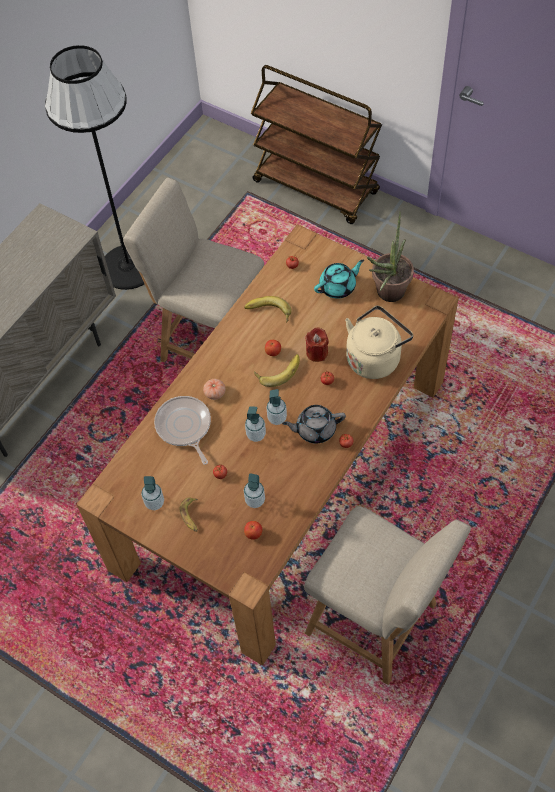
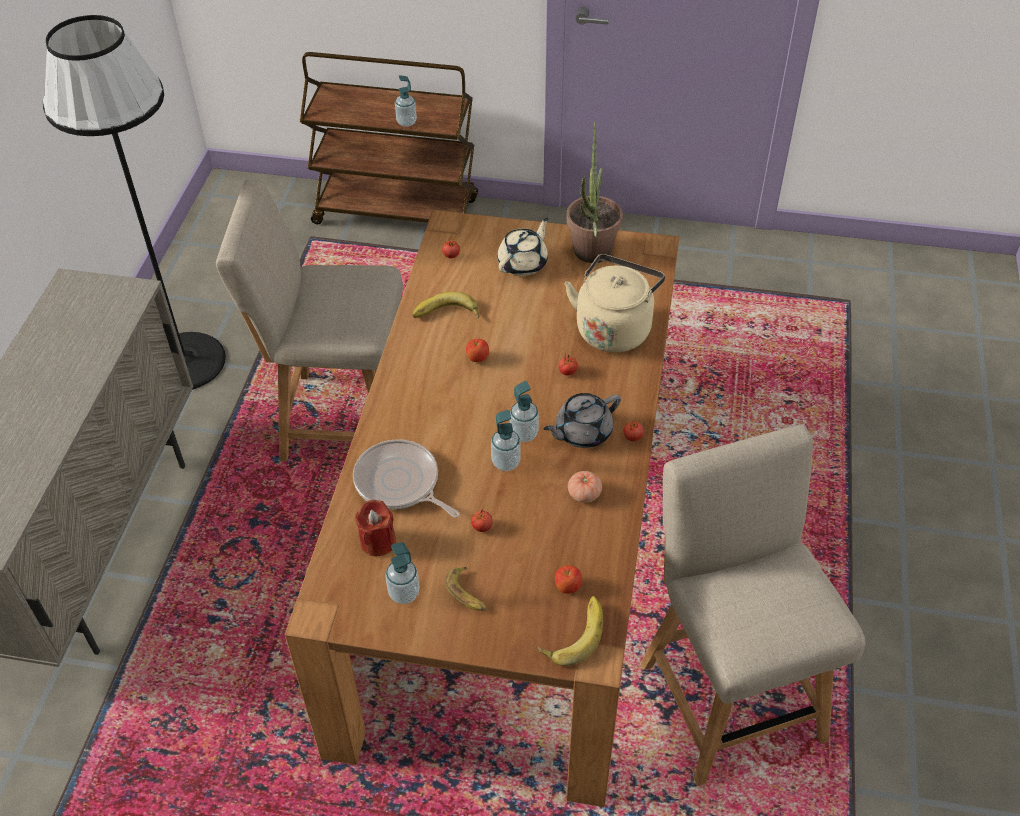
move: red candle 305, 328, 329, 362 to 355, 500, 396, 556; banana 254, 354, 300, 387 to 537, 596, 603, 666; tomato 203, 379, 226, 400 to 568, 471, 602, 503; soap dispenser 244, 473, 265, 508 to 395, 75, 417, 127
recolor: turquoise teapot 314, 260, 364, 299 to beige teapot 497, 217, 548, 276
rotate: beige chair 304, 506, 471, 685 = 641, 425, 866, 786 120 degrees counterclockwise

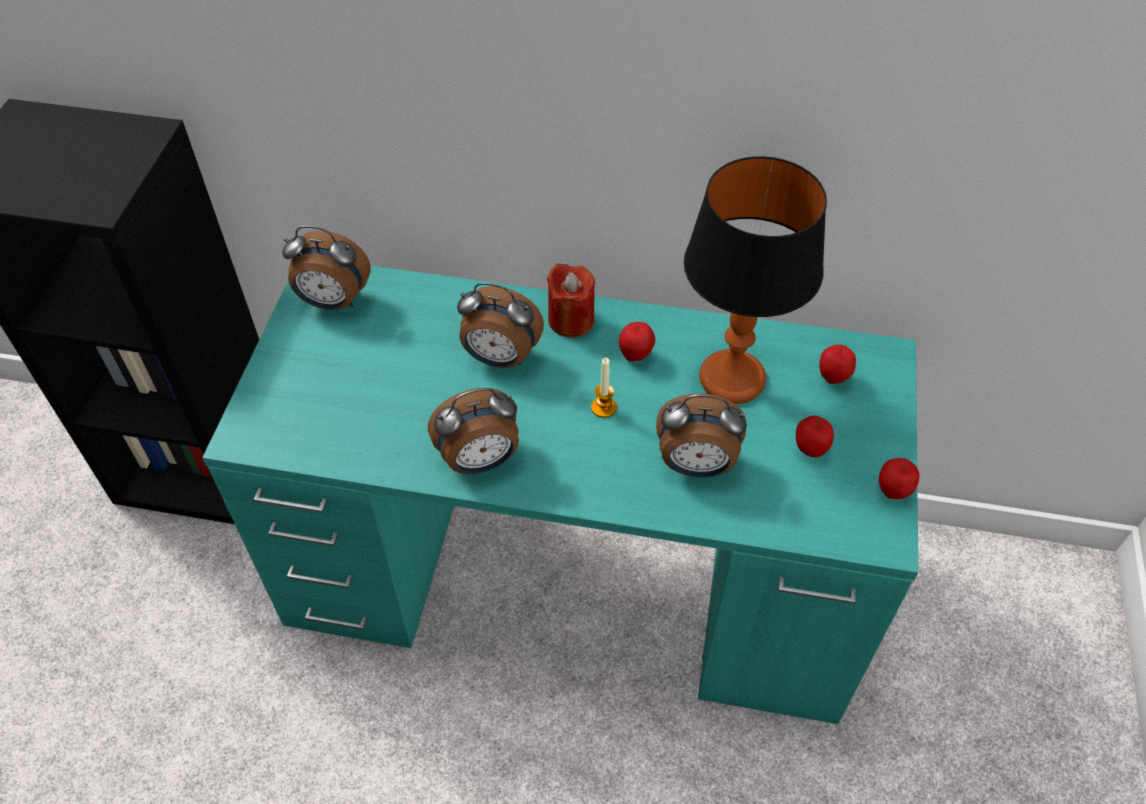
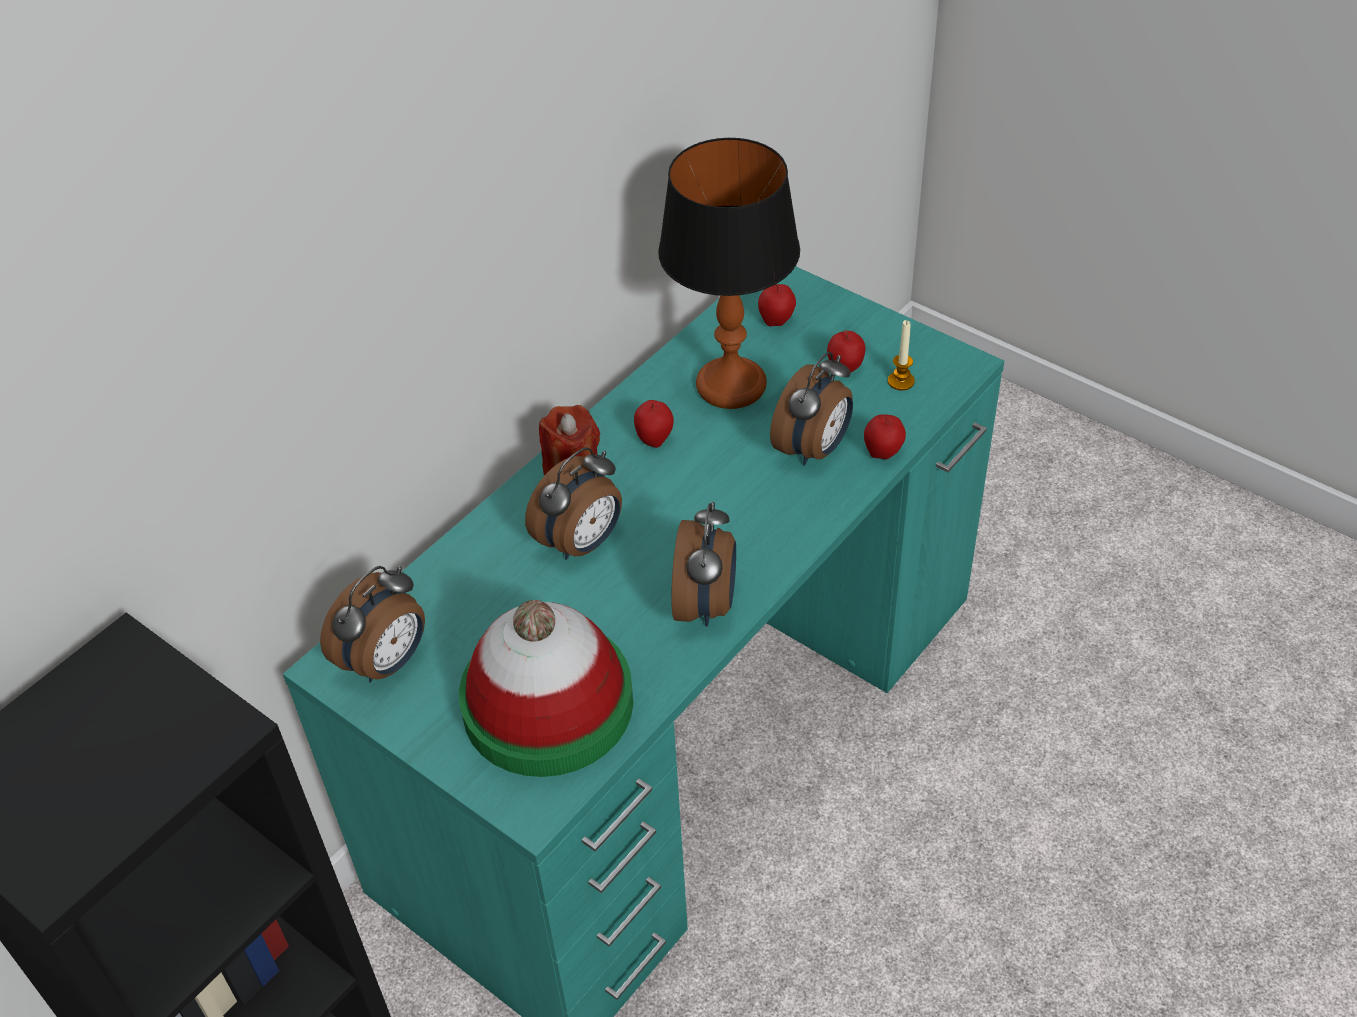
insert: hat 459, 600, 633, 777
move: candle 591, 357, 617, 418 to 888, 320, 915, 390; apple 879, 458, 920, 499 to 864, 414, 906, 459

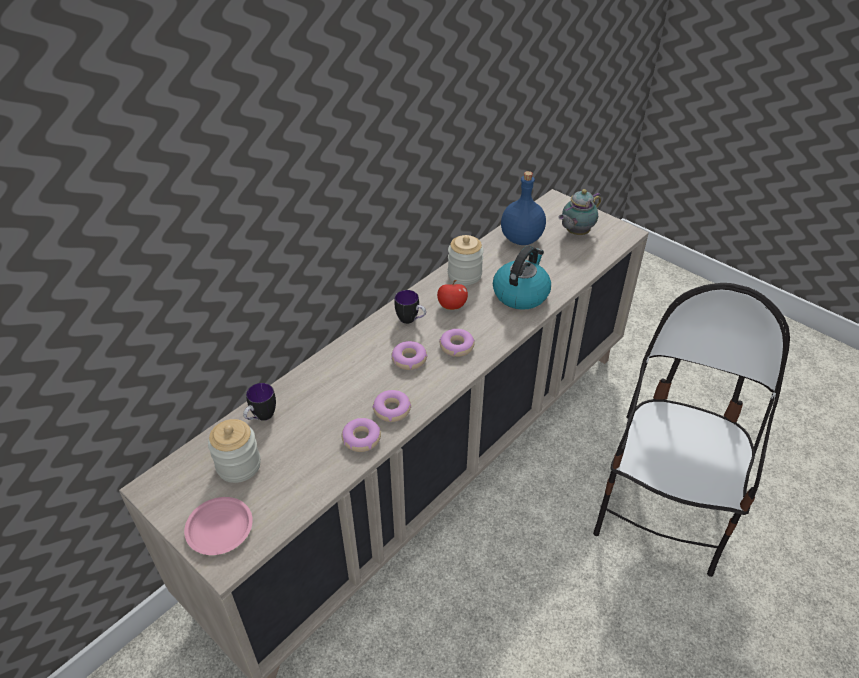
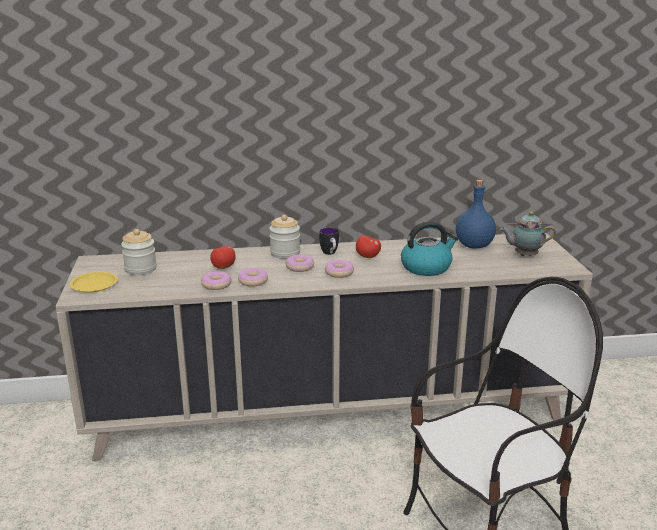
delete: mug 243, 383, 276, 421
insert: apple 210, 243, 236, 269
move: jar 448, 235, 484, 285 to 269, 215, 300, 259
recolor: pink plate 184, 497, 253, 555 to yellow plate 70, 272, 118, 292

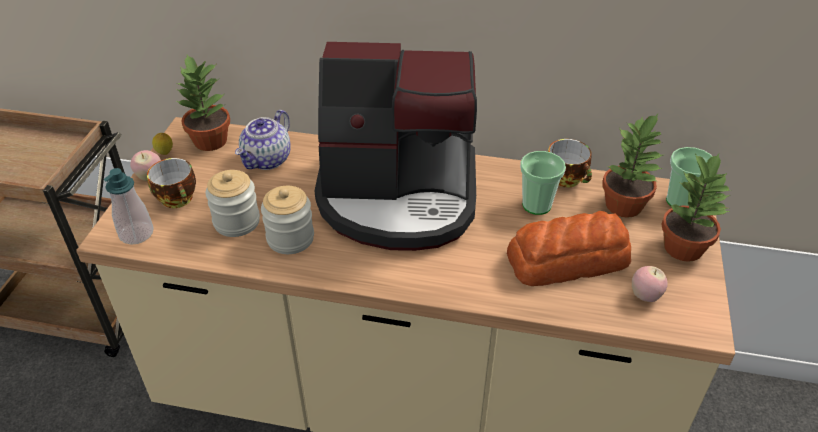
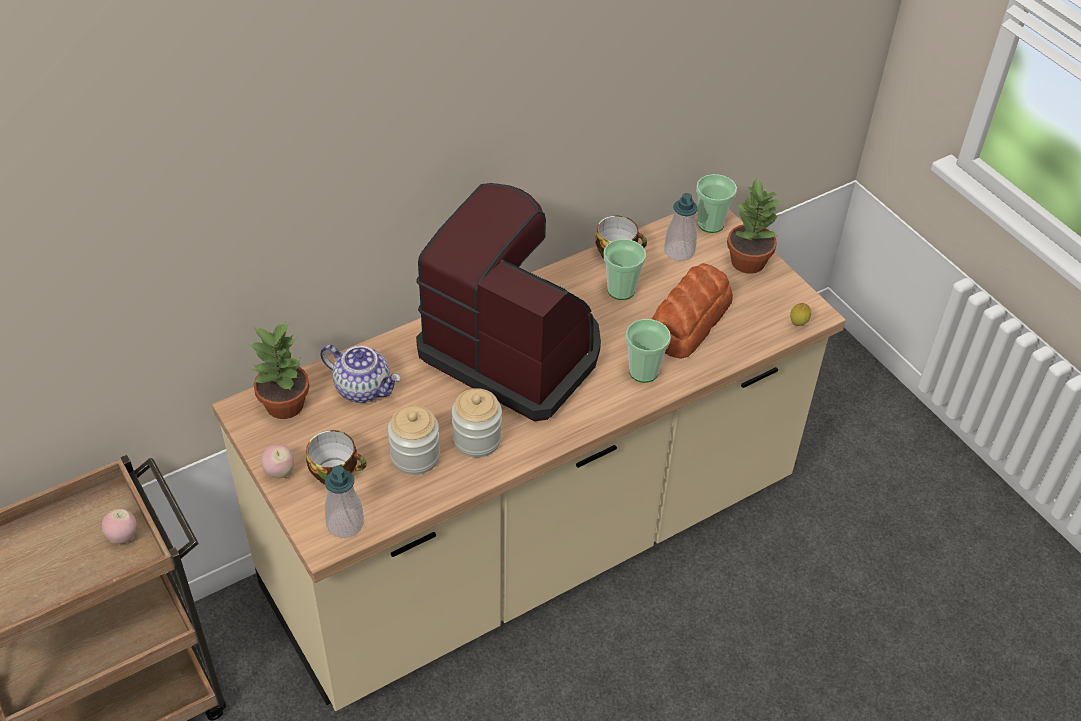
insert: cup 626, 319, 671, 383
move: lemon 152, 133, 173, 155 to 790, 303, 811, 326; apple 632, 266, 668, 302 to 102, 509, 137, 544
replace: potted plant 602, 114, 663, 218 to soap dispenser 664, 193, 697, 261
rotate: coffee machine 315, 42, 477, 251 = 416, 183, 601, 421 105 degrees counterclockwise; teapot 235, 110, 291, 170 = 320, 344, 401, 403 45 degrees counterclockwise

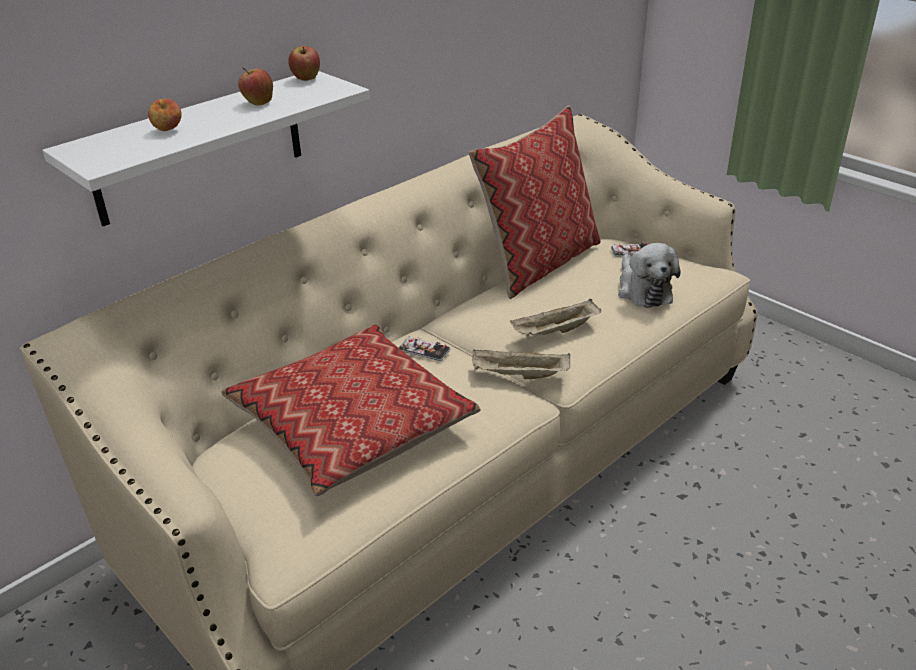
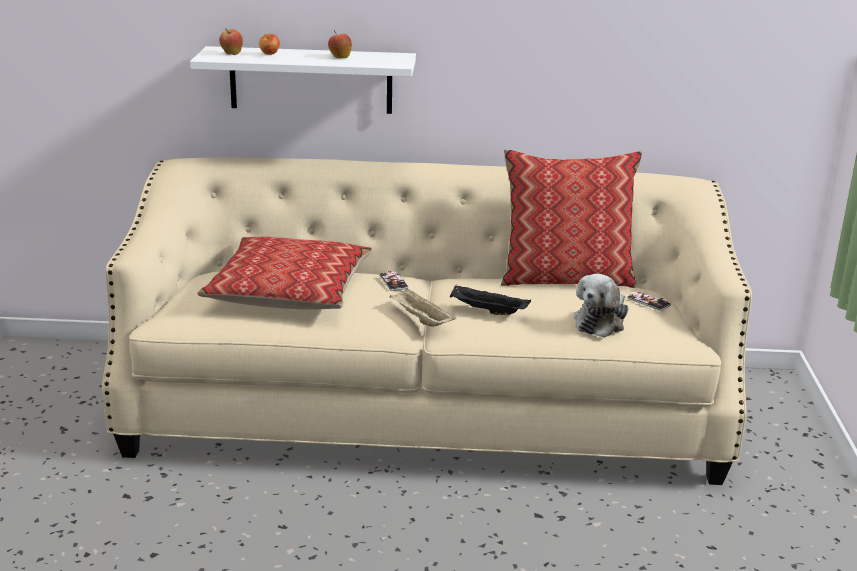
move: apple 288, 46, 320, 81 to 219, 28, 243, 55
recolor: beige tray 510, 299, 601, 336 to black tray 450, 285, 531, 315

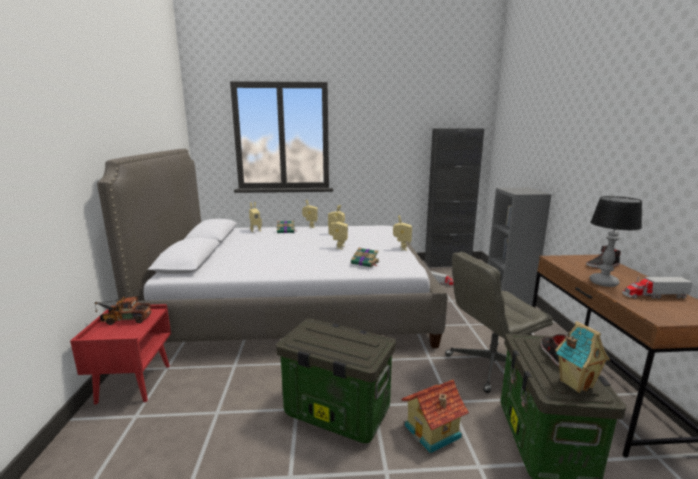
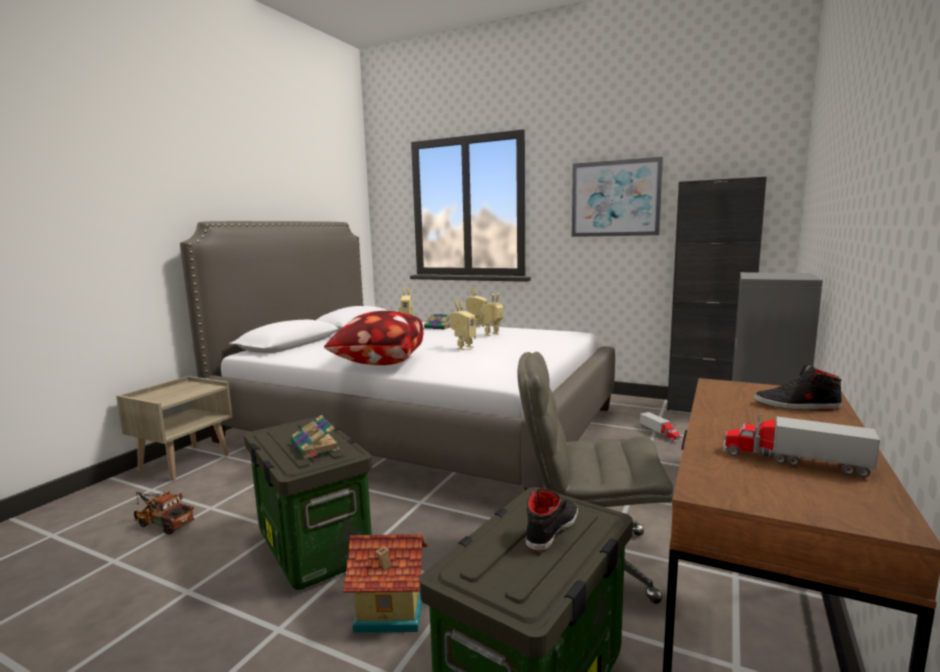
delete: table lamp 589, 196, 642, 287; toy robot 393, 215, 412, 250; toy house 555, 321, 610, 393
insert: picture 572, 157, 663, 237; pillow 324, 311, 424, 365
move: book 351, 248, 379, 267 to 291, 415, 340, 458; toy truck 95, 296, 152, 325 to 134, 491, 194, 534
recolor: red nightstand 70, 304, 171, 405 to beige nightstand 116, 376, 233, 481

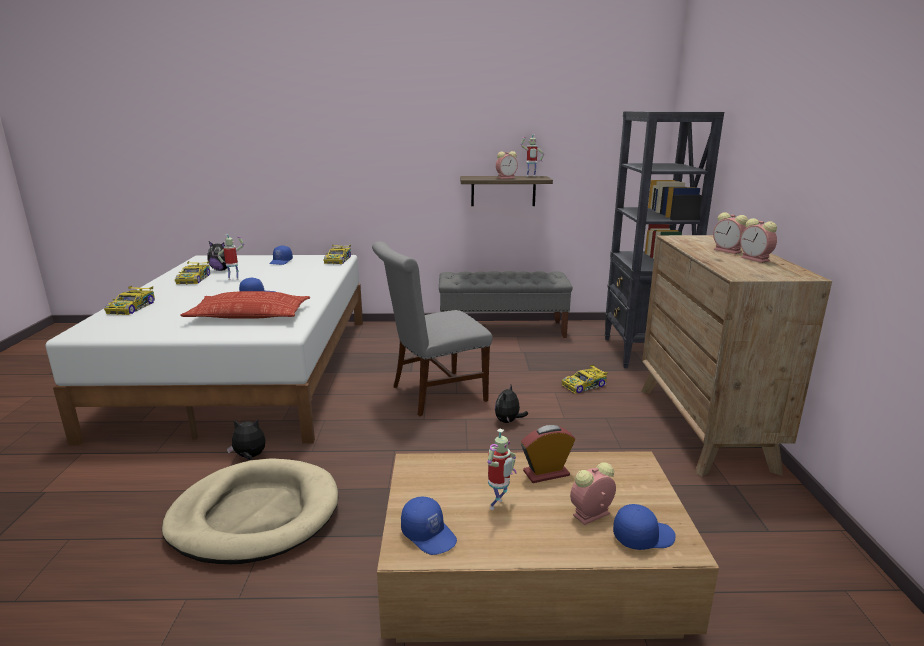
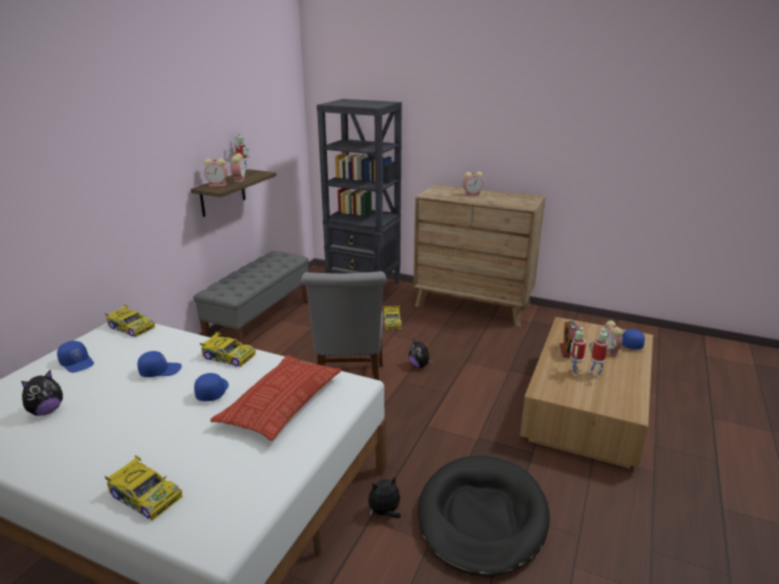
move: alarm clock 740, 218, 777, 263 to 204, 158, 228, 186; toy robot 217, 234, 244, 280 to 570, 325, 586, 376; toy car 175, 261, 211, 285 to 200, 332, 256, 367; blue cap 401, 497, 457, 555 to 137, 351, 182, 377
recolor: beige dog bed 162, 458, 338, 564 to black dog bed 418, 456, 550, 577
rotate: plush toy 227, 420, 266, 460 = 368, 477, 401, 518 45 degrees clockwise

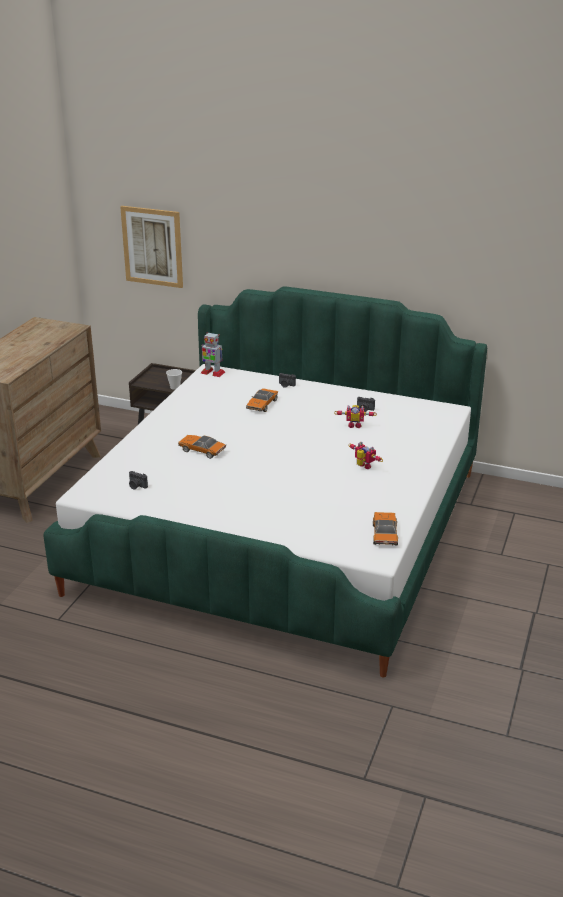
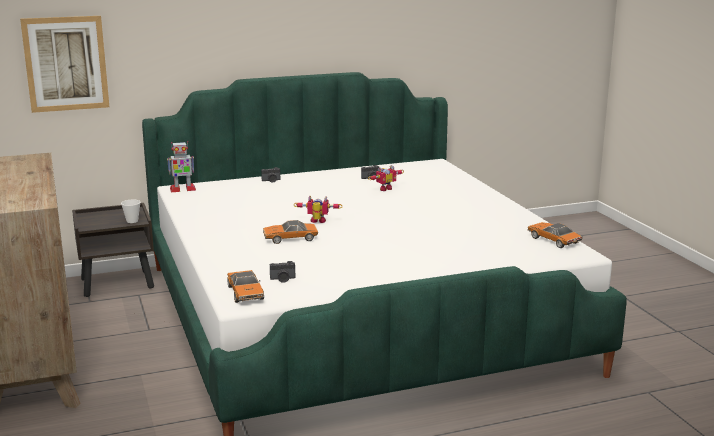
move: toy car 246, 388, 278, 412 to 227, 270, 264, 303; toy robot 348, 442, 383, 469 to 294, 196, 342, 223

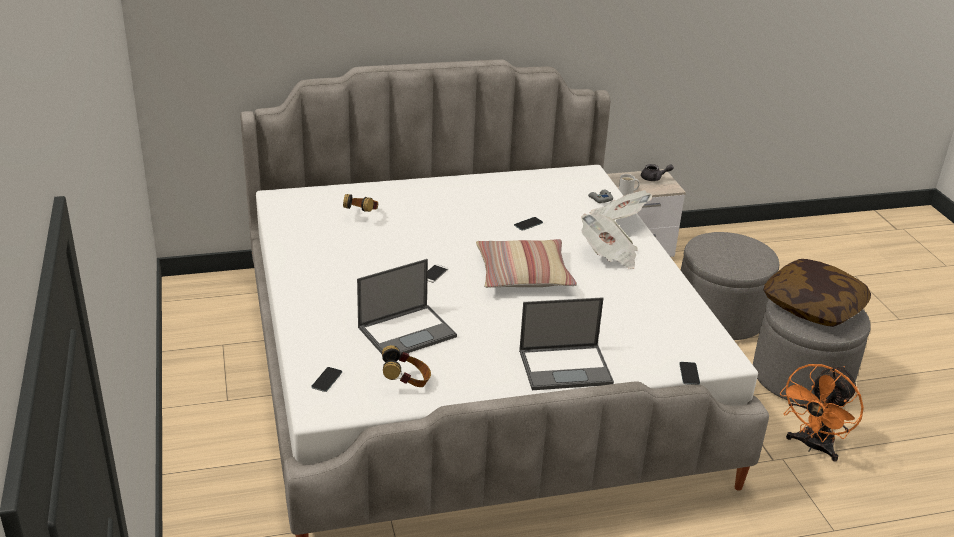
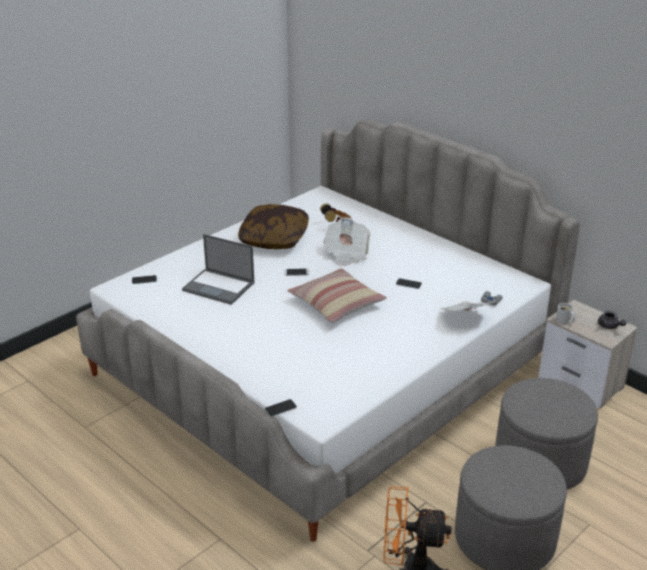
delete: laptop 519, 297, 614, 390; headphones 382, 345, 431, 387
move: newspaper 581, 214, 638, 269 to 323, 218, 371, 266; pillow 764, 259, 871, 327 to 238, 204, 309, 249

